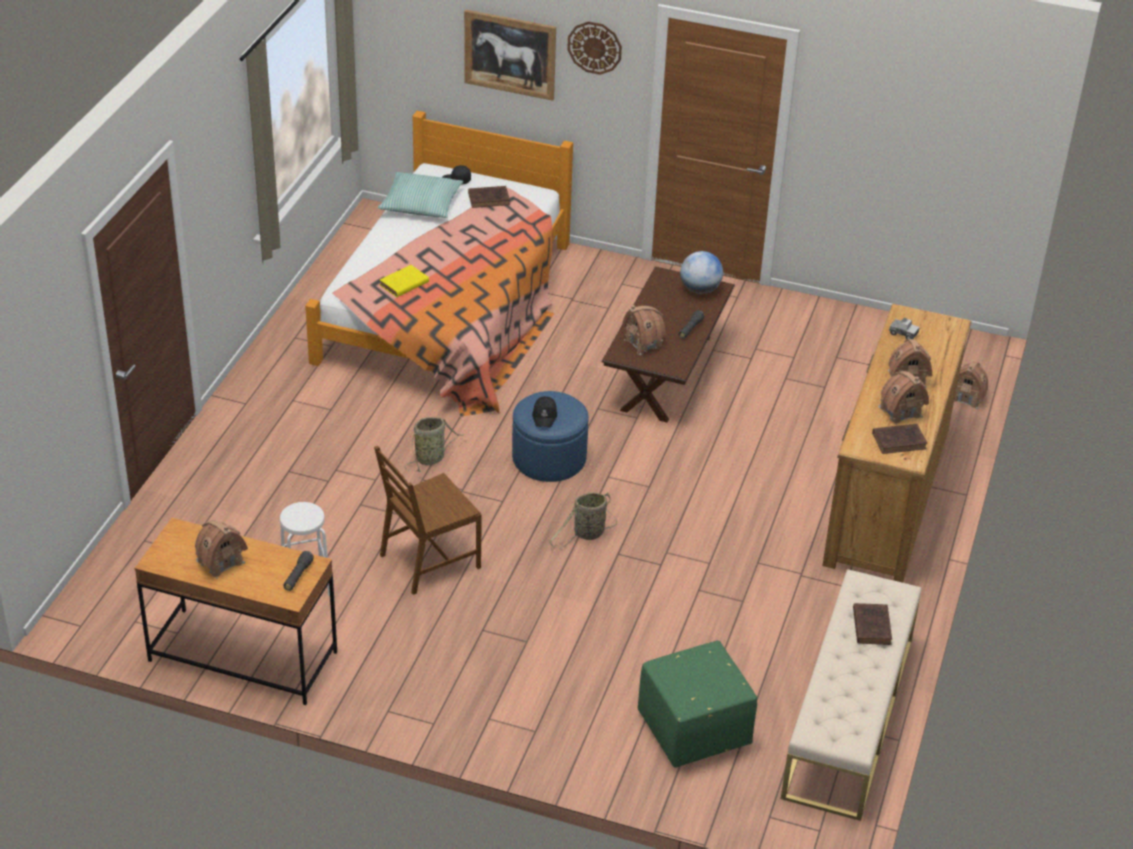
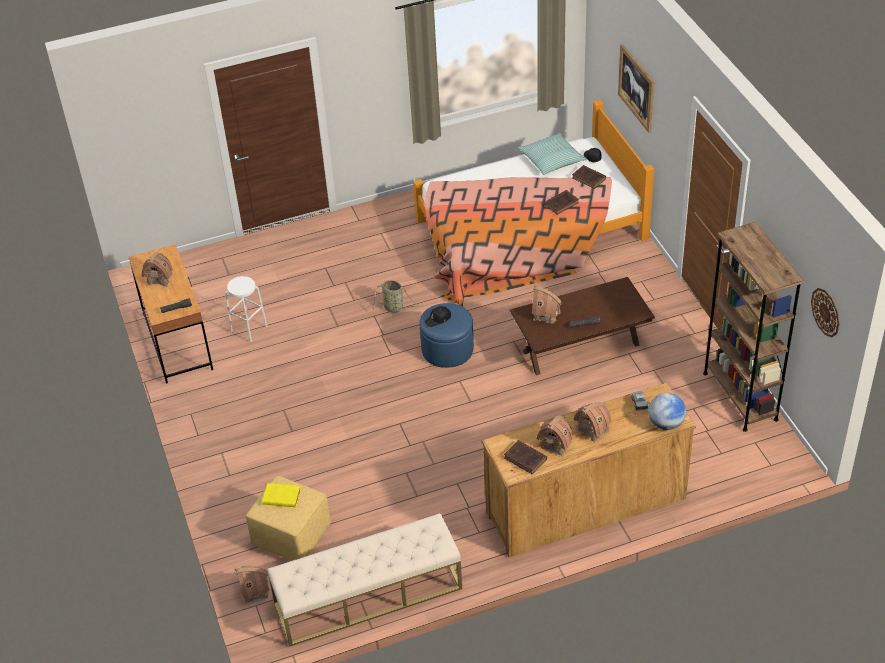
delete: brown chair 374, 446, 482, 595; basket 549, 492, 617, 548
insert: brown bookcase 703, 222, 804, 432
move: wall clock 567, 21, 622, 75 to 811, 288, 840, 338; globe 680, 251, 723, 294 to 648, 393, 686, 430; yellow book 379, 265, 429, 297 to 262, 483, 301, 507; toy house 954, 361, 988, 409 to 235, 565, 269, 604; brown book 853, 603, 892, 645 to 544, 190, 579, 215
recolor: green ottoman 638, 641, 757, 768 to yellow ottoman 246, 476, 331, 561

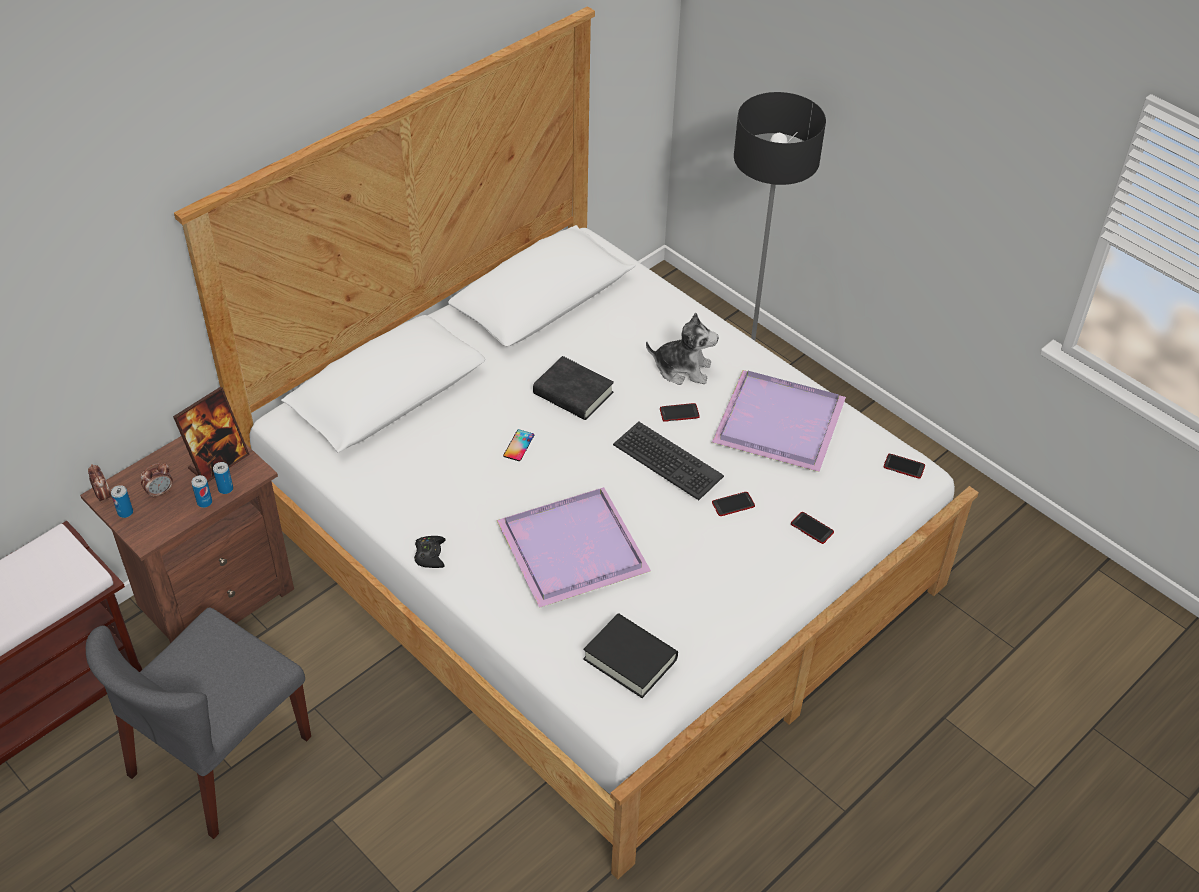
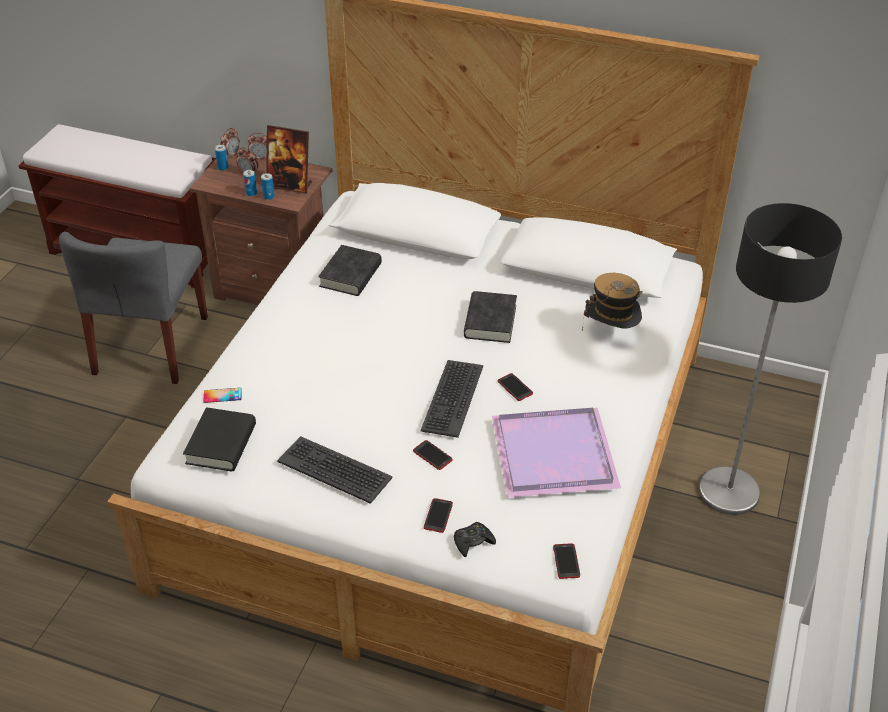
delete: plush toy 646, 313, 718, 385; purple tray 497, 487, 651, 608
insert: alarm clock 248, 133, 267, 159; black book 318, 245, 382, 296; hat 582, 273, 643, 331; keyboard 277, 436, 393, 504
move: phone 503, 429, 534, 461 to 203, 388, 242, 403; black game controller 414, 536, 446, 568 to 454, 522, 496, 557
rotate: grey chair 86, 607, 311, 839 = 59, 232, 208, 384 90 degrees counterclockwise

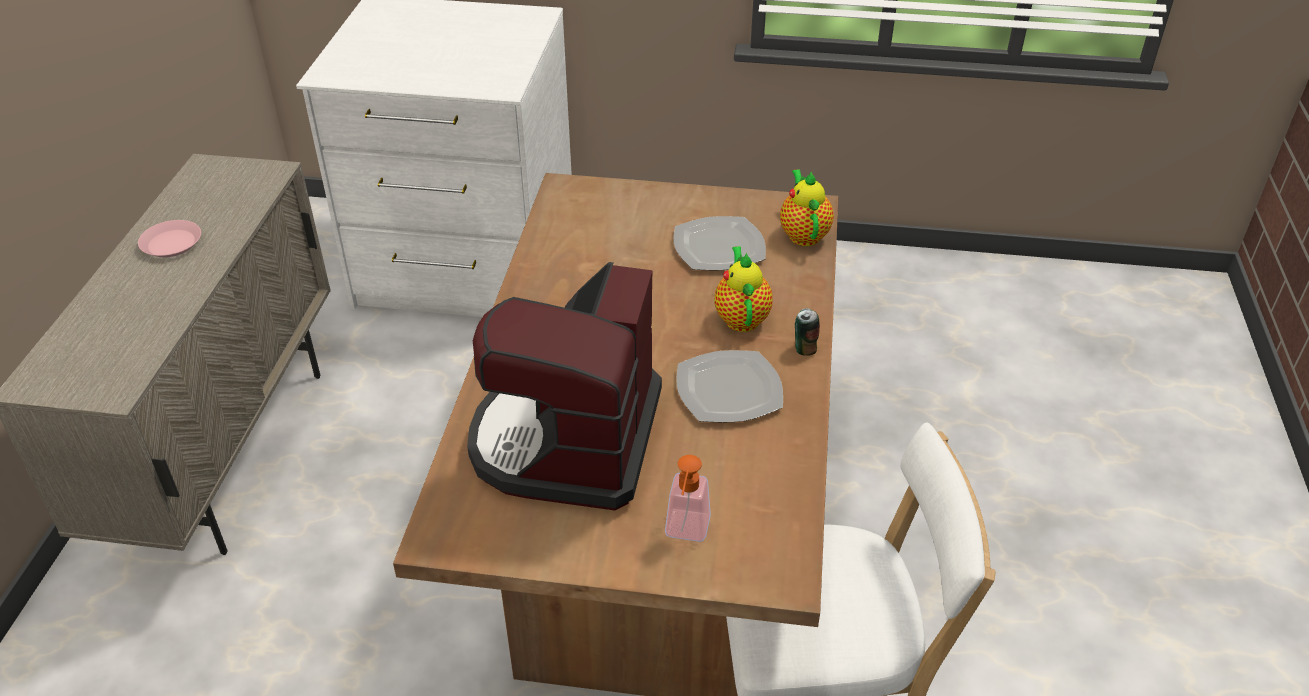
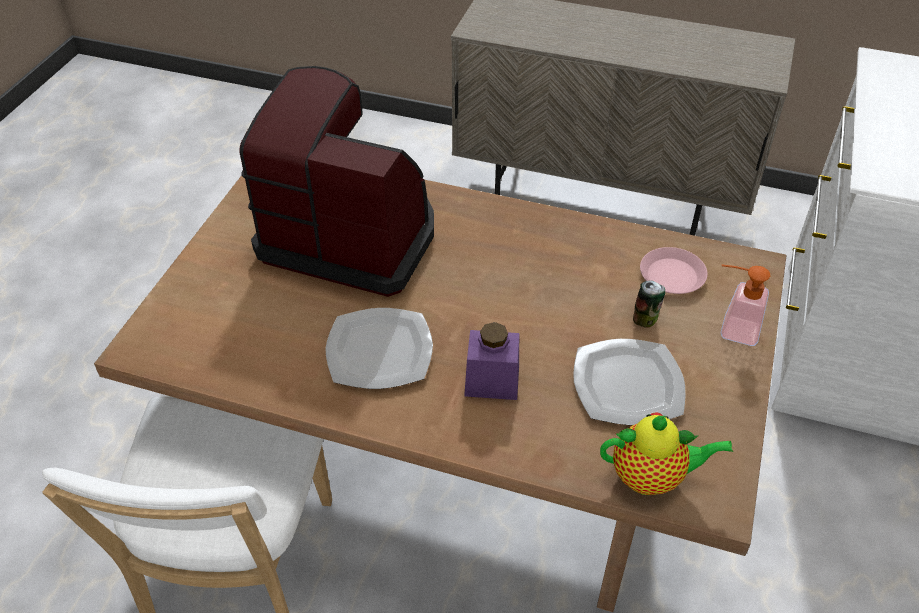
move: pink plate 138, 220, 201, 257 to 640, 247, 708, 294; can 795, 308, 820, 356 to 633, 281, 665, 327; soap dispenser 665, 455, 711, 542 to 720, 265, 770, 346
replace: teapot 714, 246, 773, 332 to purple jar 464, 322, 519, 400

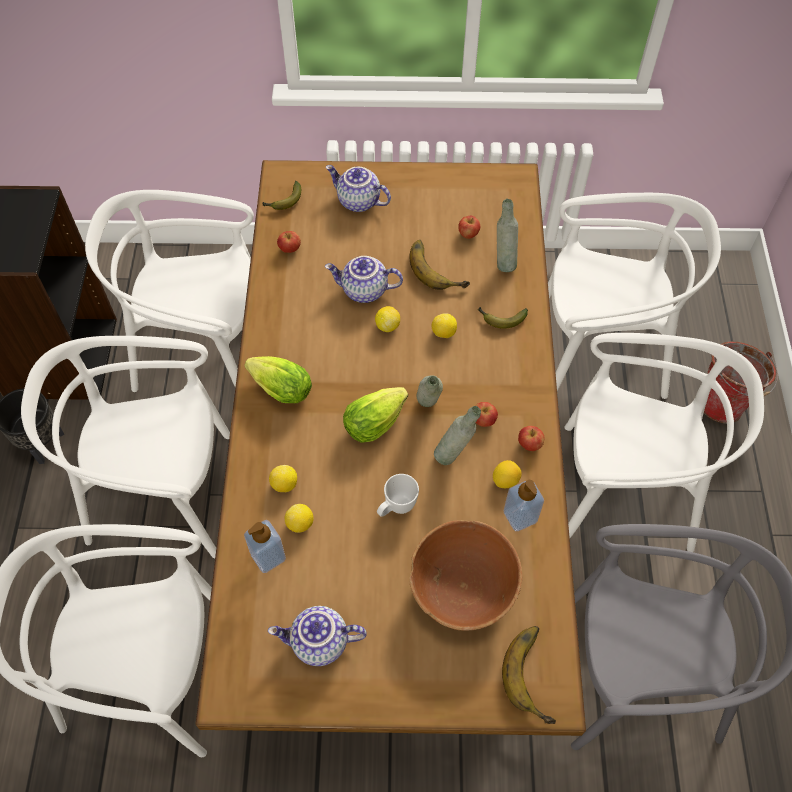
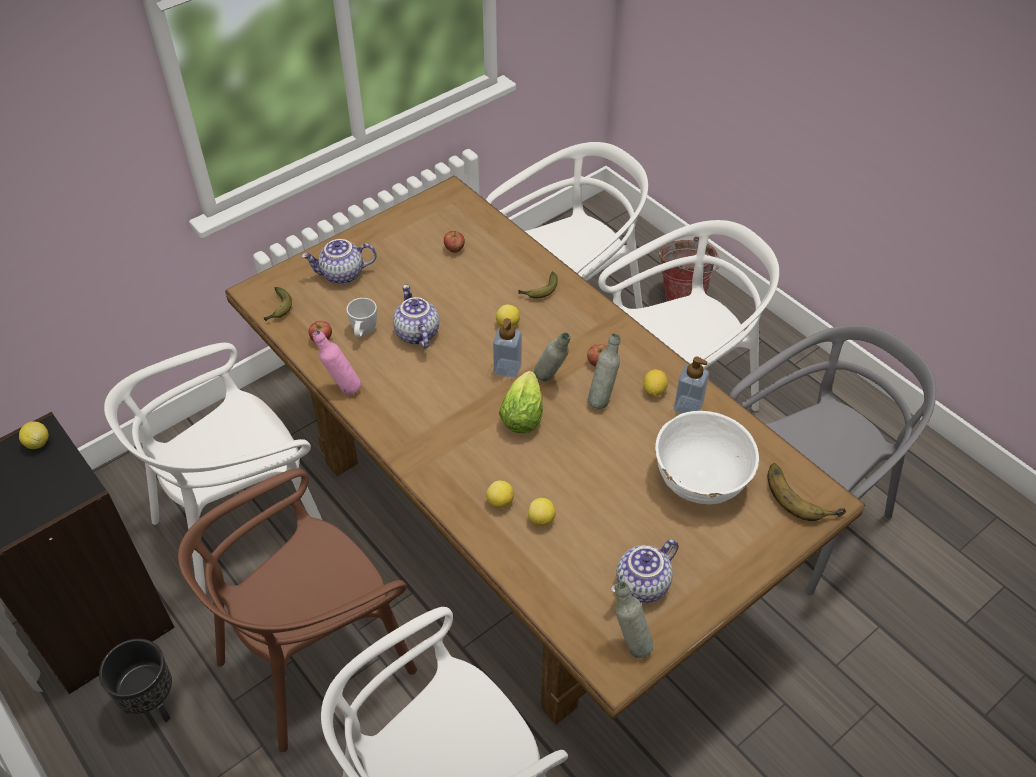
delete: banana 409, 240, 470, 290; lettuce 244, 356, 312, 403; apple 518, 426, 544, 451
insert: pink bottle 312, 330, 361, 395
move: grey bottle 497, 199, 518, 272 to 615, 582, 653, 658; lemon 375, 306, 400, 332 to 19, 421, 49, 449; white mug 377, 474, 419, 517 to 347, 298, 377, 337; soap dispenser 244, 520, 286, 573 to 493, 318, 522, 378
recolor: white chair 21, 336, 230, 558 to brown chair 178, 468, 417, 752; brown bowl 410, 520, 522, 631 to white bowl 655, 411, 759, 504
rotate: teapot 325, 256, 403, 303 = 393, 284, 439, 349 105 degrees clockwise

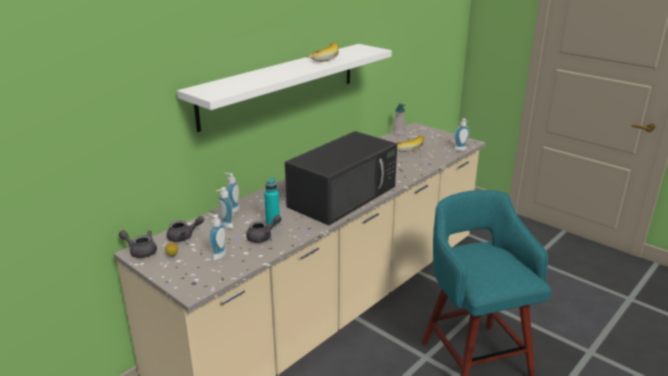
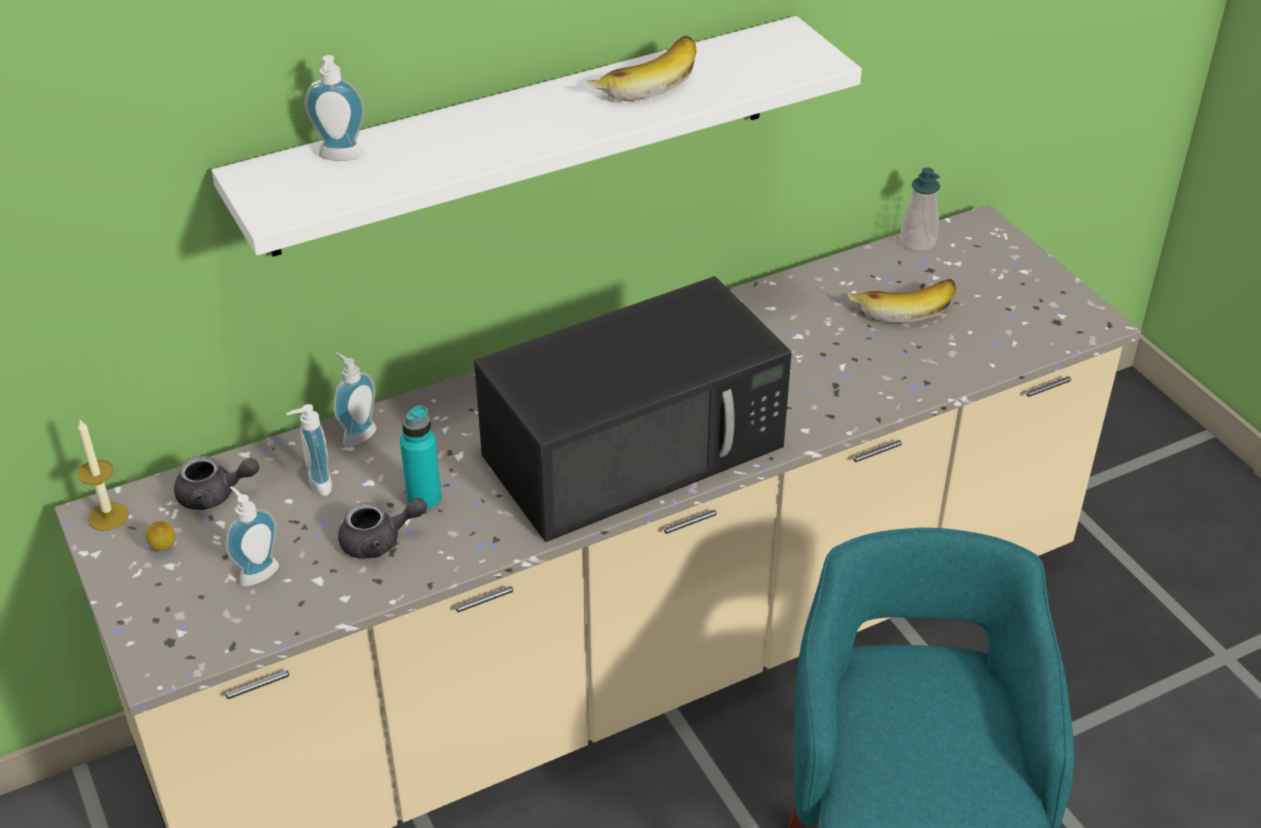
move: soap dispenser 454, 118, 470, 151 to 305, 55, 365, 161
replace: grey teapot 119, 230, 157, 258 to candle 77, 420, 129, 531

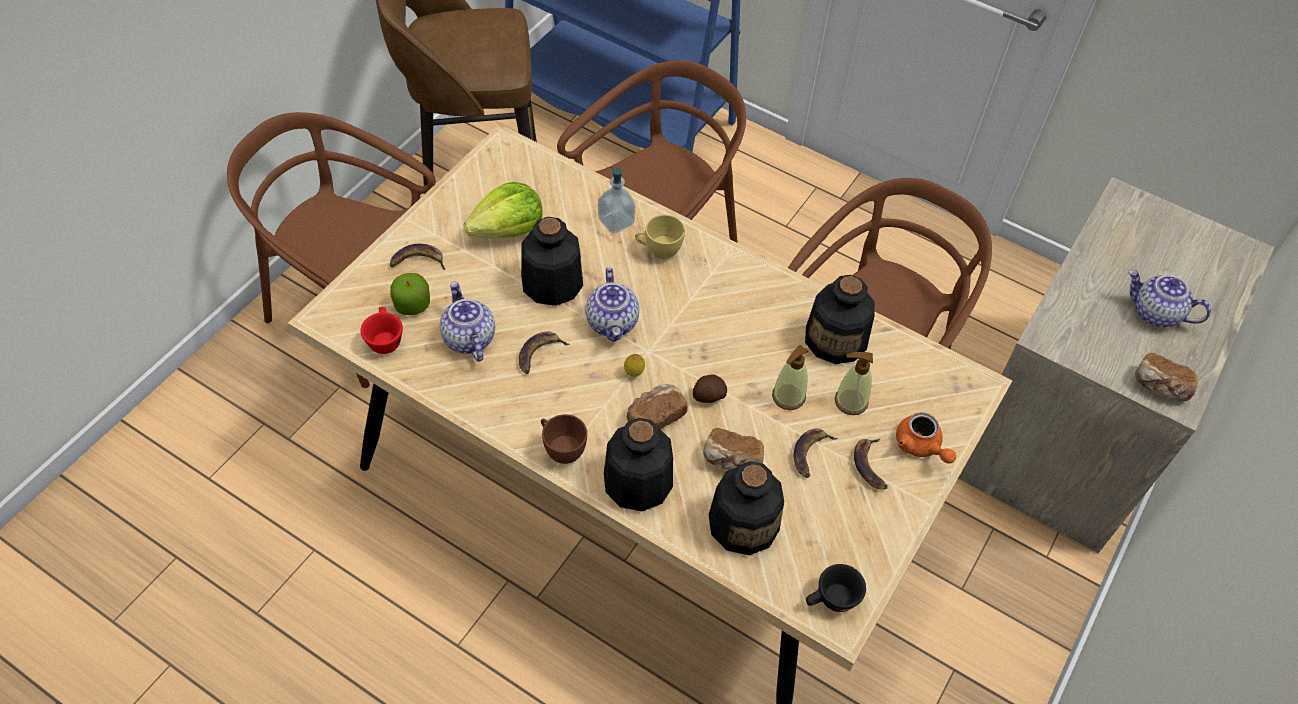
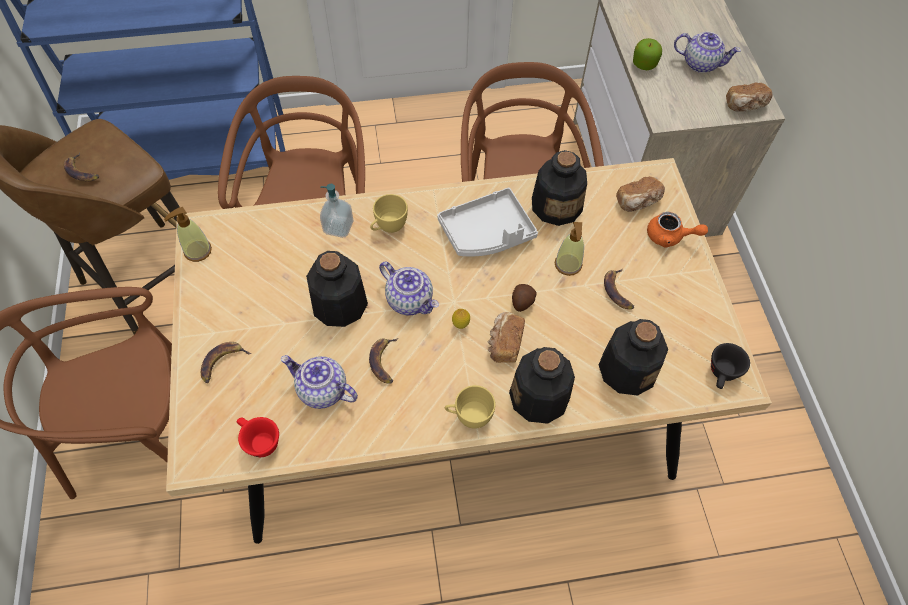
delete: lettuce 464, 182, 543, 239
insert: grey tray 437, 188, 538, 257
move: apple 390, 273, 430, 315 to 633, 38, 662, 70; soap dispenser 835, 352, 873, 415 to 164, 207, 212, 262; bread 703, 428, 764, 470 to 616, 176, 665, 212; banana 854, 439, 888, 490 to 64, 153, 99, 181
recolor: brown cup 541, 414, 587, 464 to yellow cup 445, 385, 496, 429
rotate: teapot 1128, 270, 1211, 327 = 674, 31, 741, 73 150 degrees counterclockwise

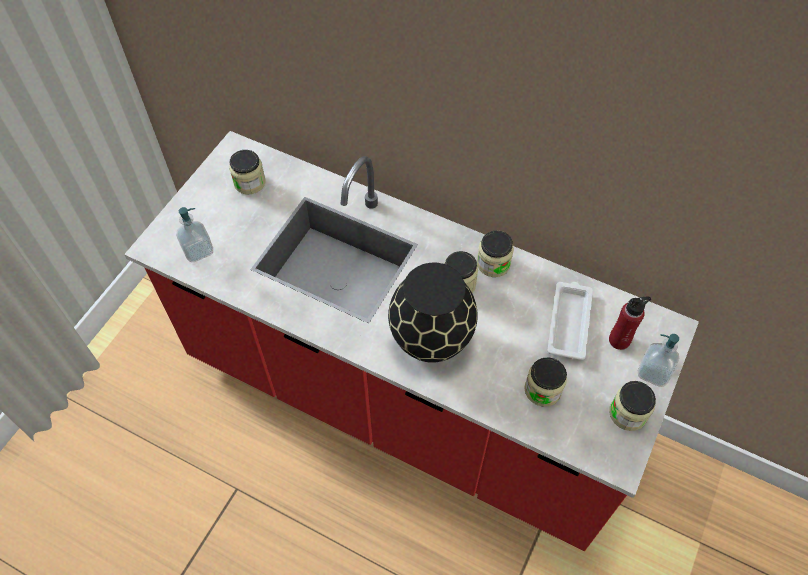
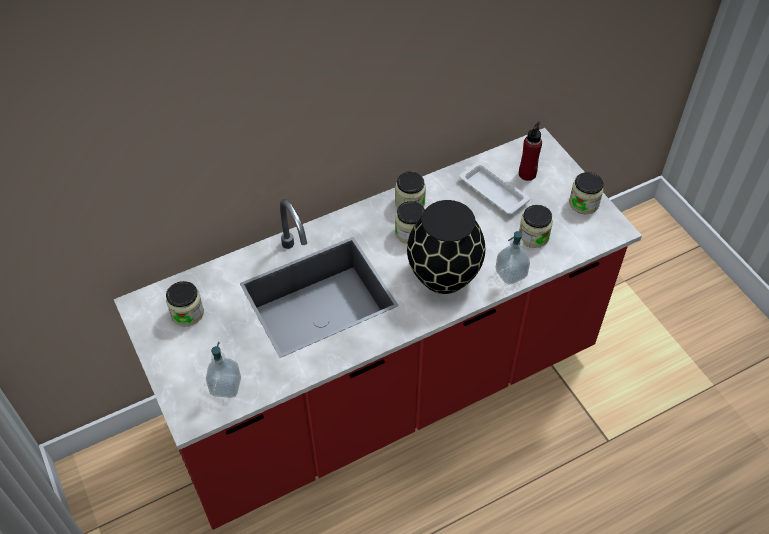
move: soap dispenser 638, 334, 679, 387 to 496, 231, 530, 284

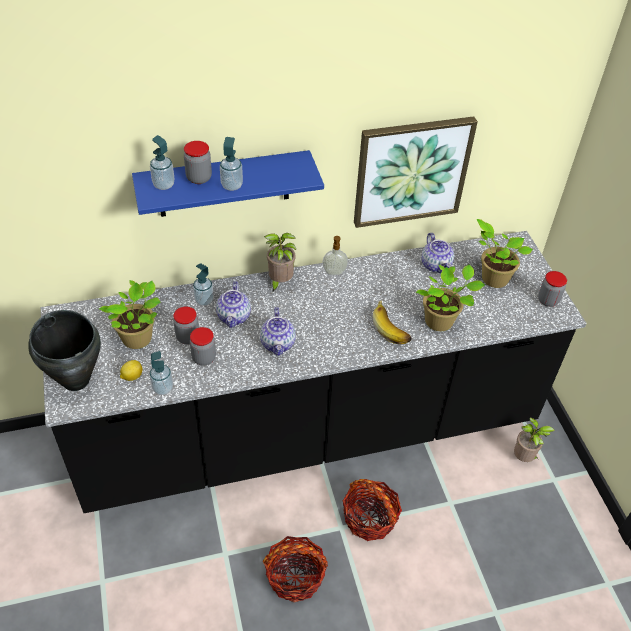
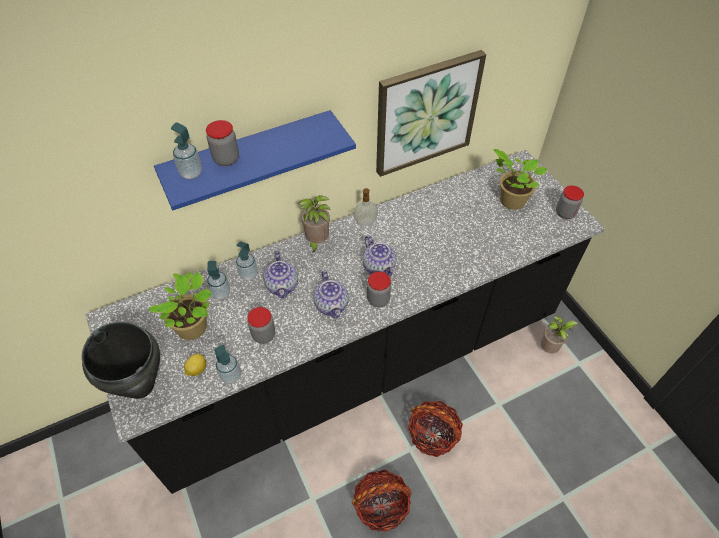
delete: potted plant 416, 264, 485, 331; banana 373, 300, 412, 344
move: soap dispenser 220, 137, 243, 191 to 207, 261, 230, 300; teapot 422, 233, 454, 273 to 363, 235, 396, 277; jar 173, 307, 199, 344 to 367, 272, 391, 307

